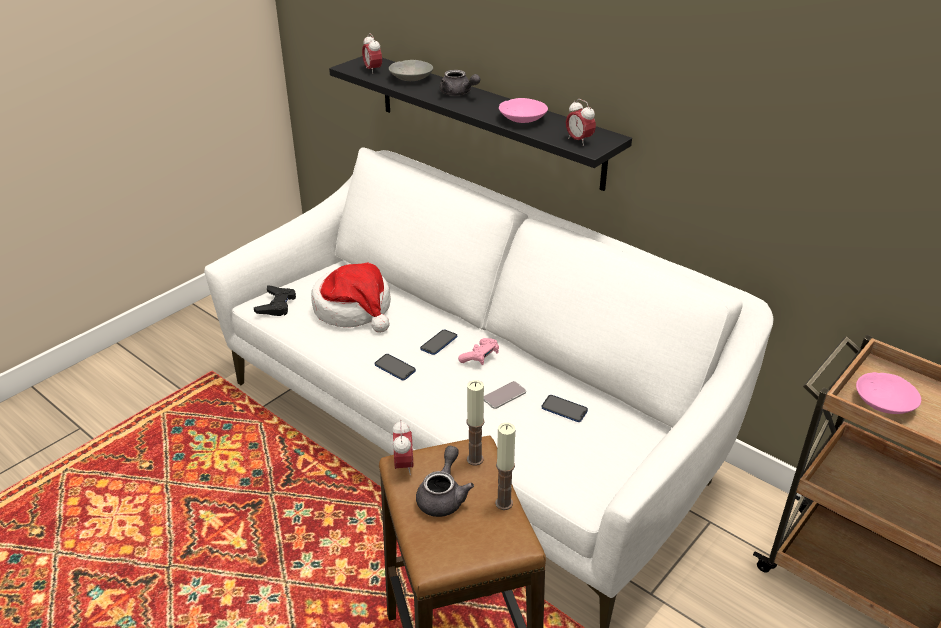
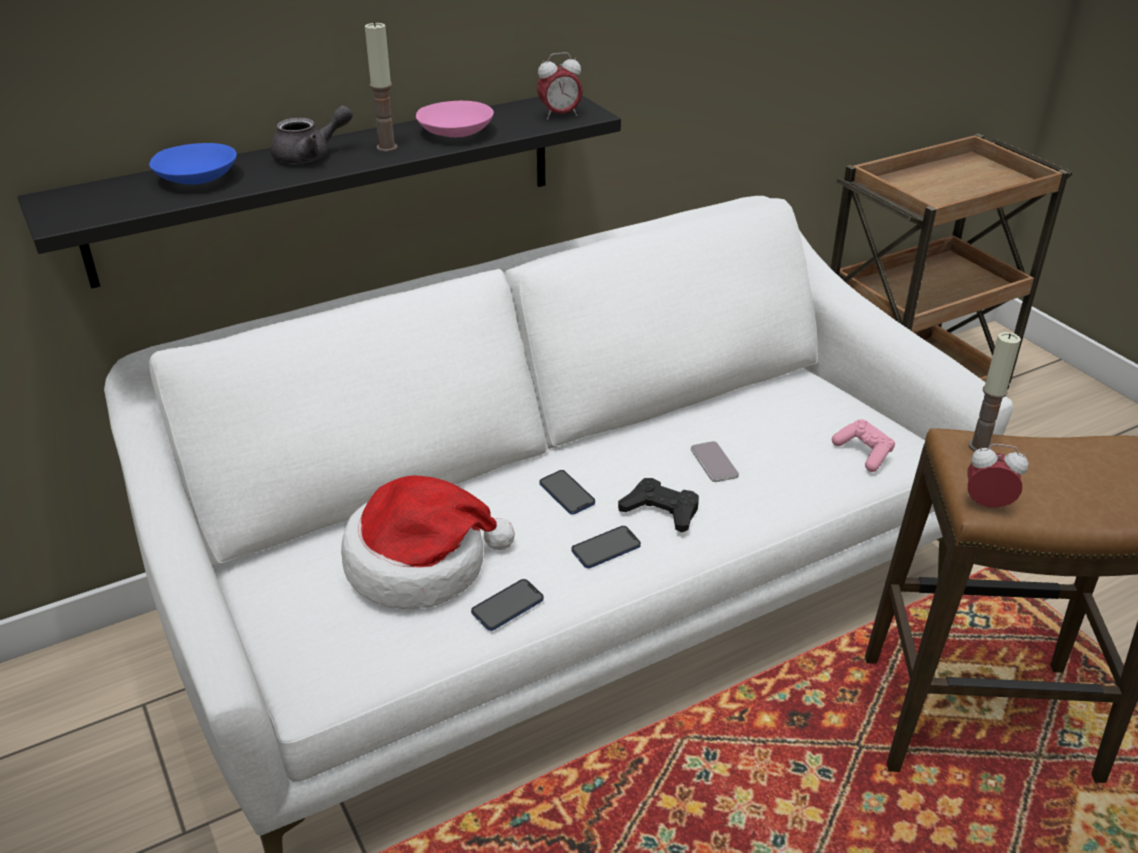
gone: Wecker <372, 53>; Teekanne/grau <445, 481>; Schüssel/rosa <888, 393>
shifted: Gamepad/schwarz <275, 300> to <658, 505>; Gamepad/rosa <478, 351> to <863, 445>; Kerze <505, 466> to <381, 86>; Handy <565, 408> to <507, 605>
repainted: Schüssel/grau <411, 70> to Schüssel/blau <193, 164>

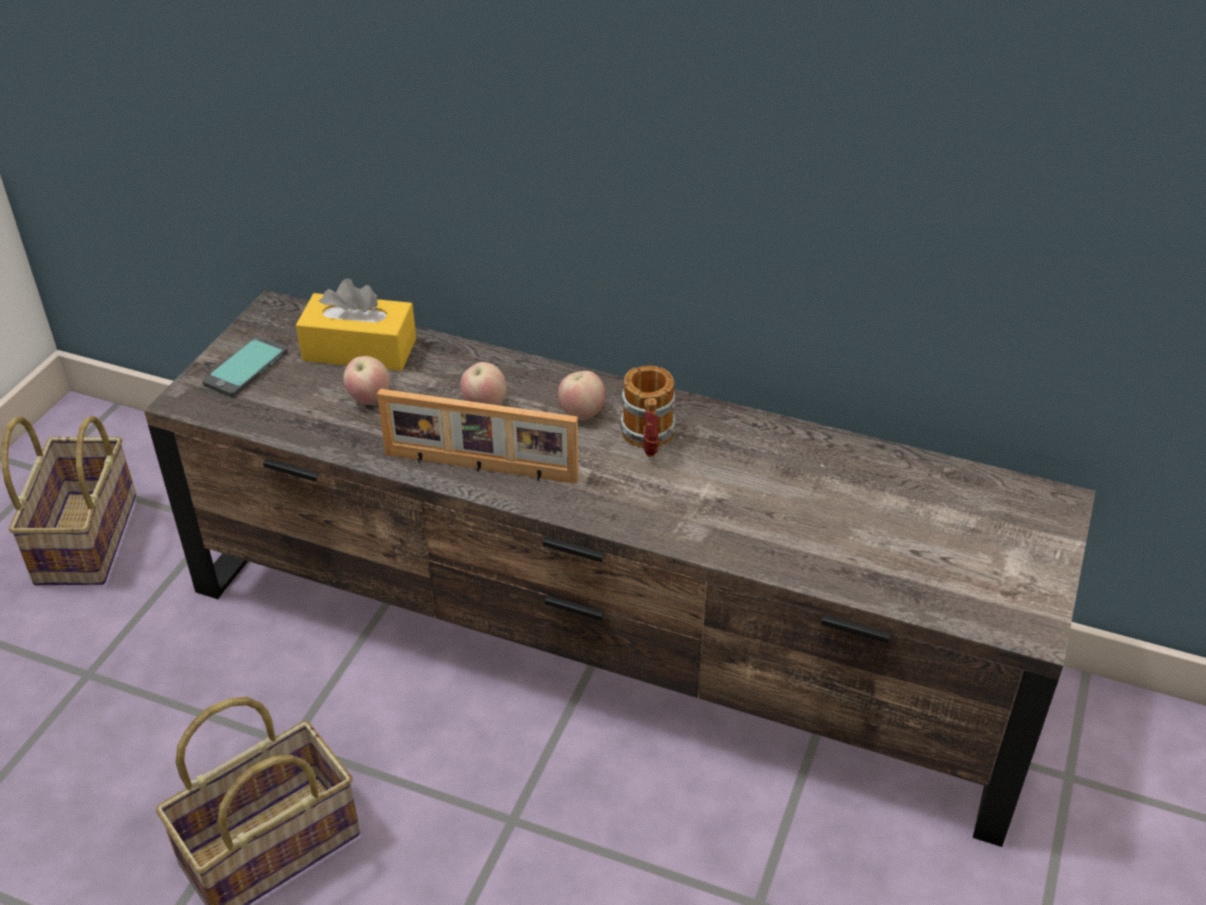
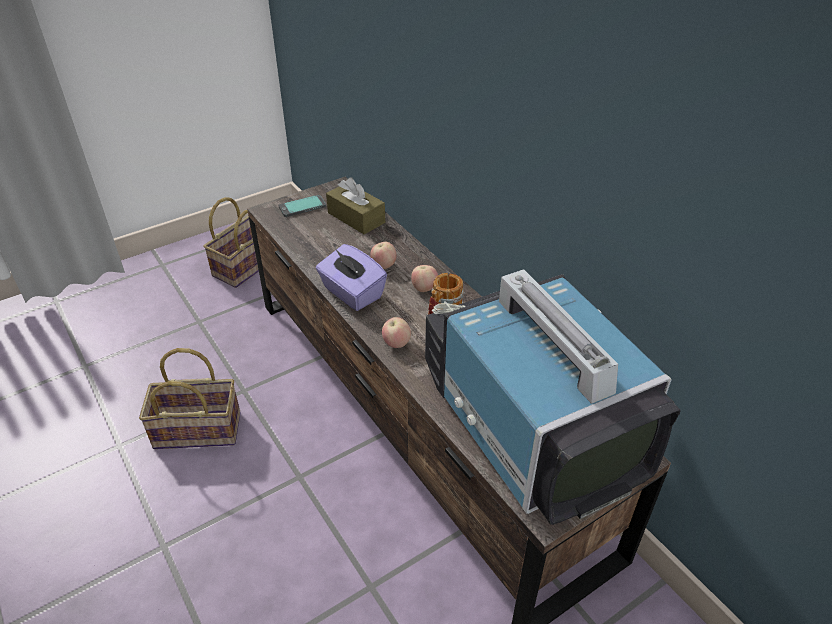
new: Fernseher <553, 397>
shifted: Apfel <366, 380> to <396, 332>
swapped: Bilderrahmen <478, 436> to Taschentuchbox/lila <351, 277>
repainted: Taschentuchbox/gelb <356, 325> to Taschentuchbox/braun <355, 205>

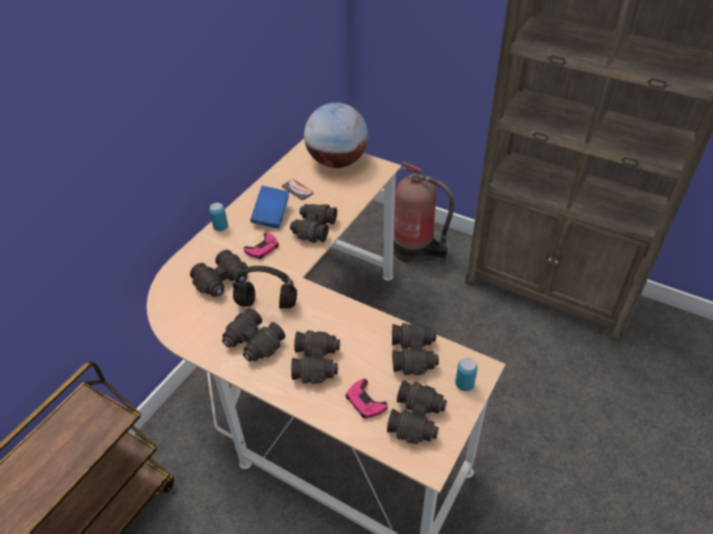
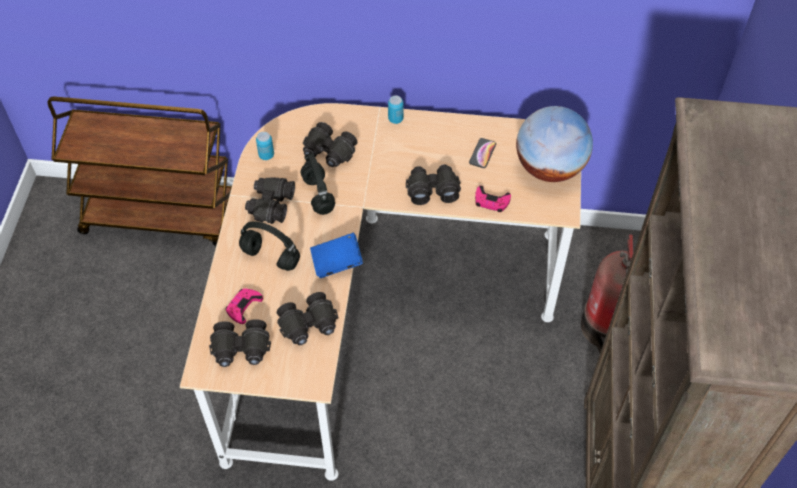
shifted: Gamepad/rosa <261, 245> to <493, 198>; Buch/blau <269, 207> to <336, 255>; Dose <466, 374> to <265, 146>
swapped: Fernglas/schwarz <316, 357> to Kopfhörer/schwarz <269, 246>

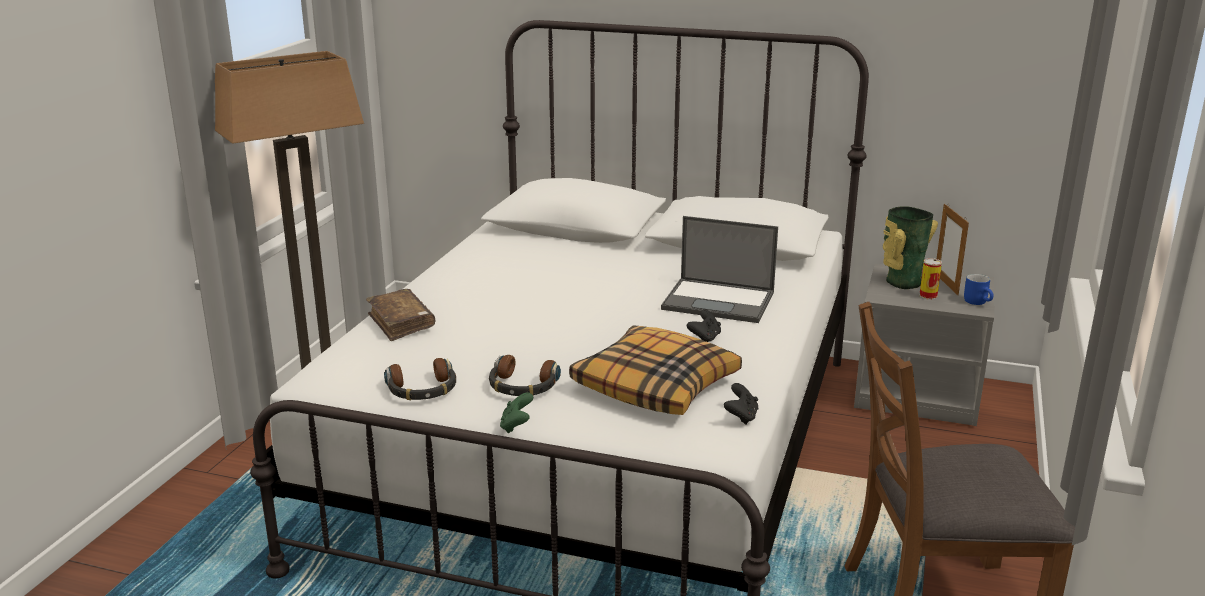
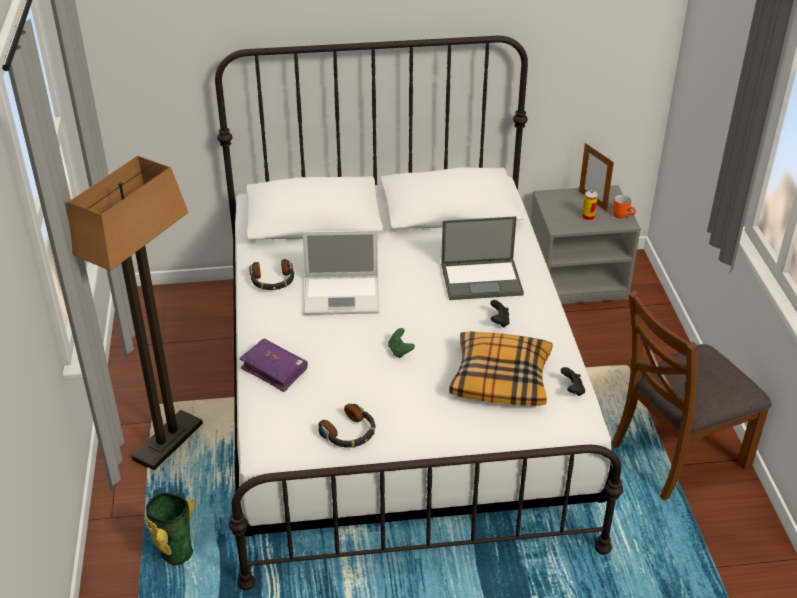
new: Laptop <340, 272>
shifted: Kopfhörer <525, 375> to <271, 274>; Gamepad/grün <516, 413> to <401, 343>; Vase <910, 247> to <170, 529>
repainted: Buch/braun <401, 315> to Buch/lila <273, 365>; Henkelbecher/blau <978, 289> to Henkelbecher/orange <624, 207>

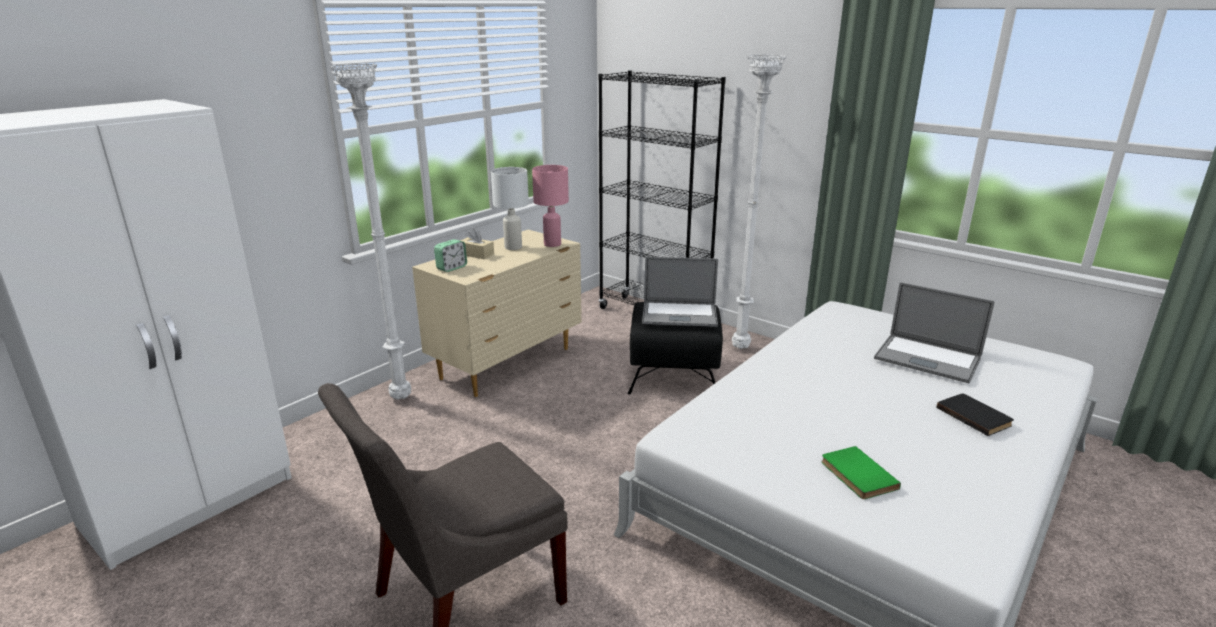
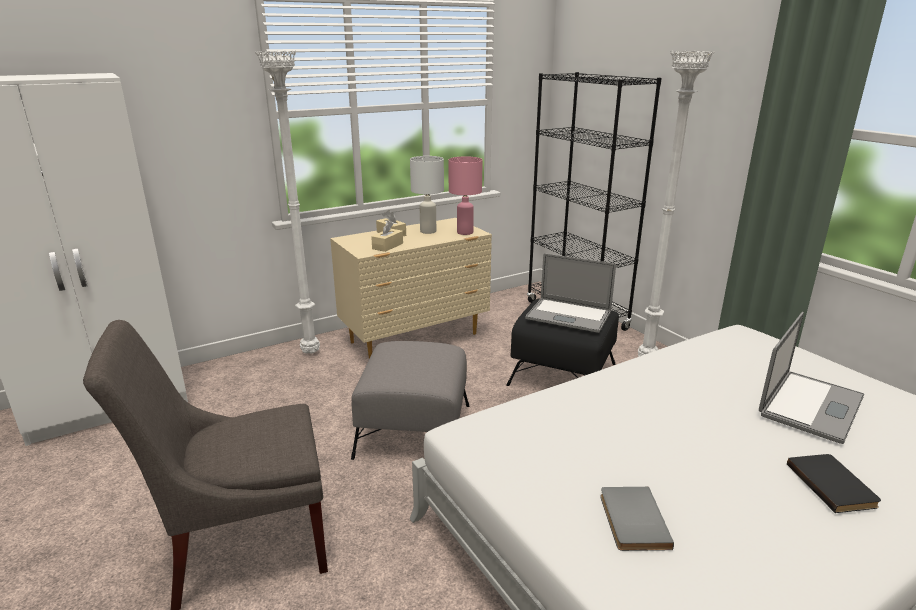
gone: Wecker <450, 255>
new: Polsterhocker/grau <410, 400>; Taschentuchbox/beige <387, 236>
repainted: Buch/grün <861, 472> to Buch/grau <637, 519>
rotated: Laptop <934, 332> = <811, 378> 105 degrees counterclockwise

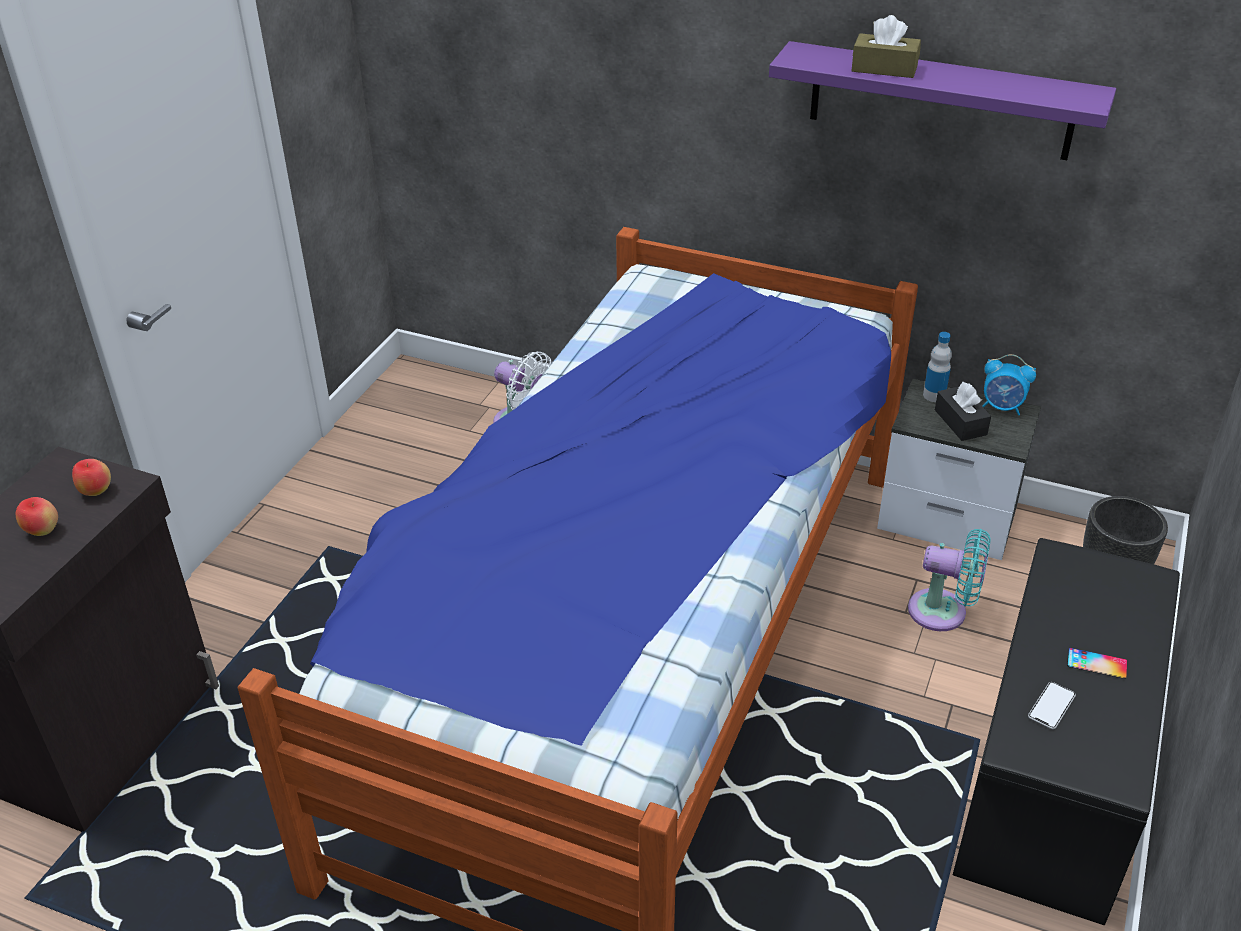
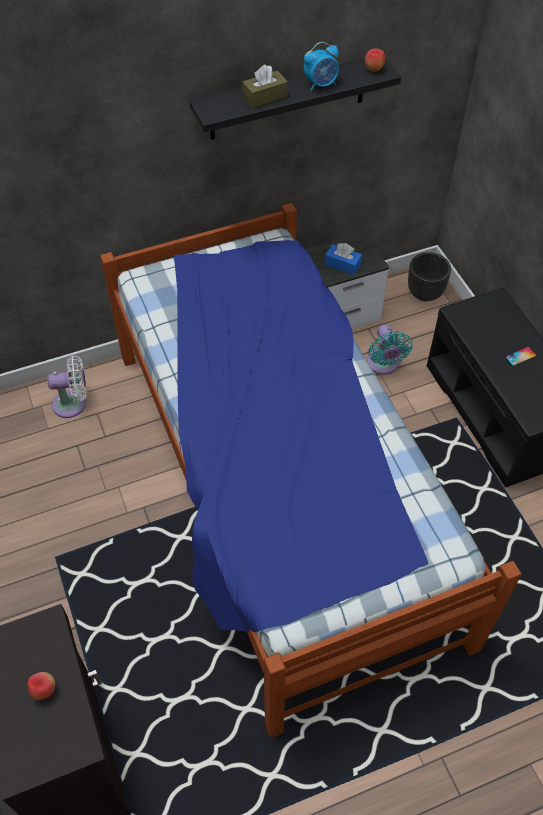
gone: Flasche <937, 367>; Handy <1052, 705>
shifted: Apfel <91, 477> to <375, 60>; Wecker <1009, 384> to <321, 66>
repainted: Wandregal/lila <942, 100> to Wandregal/schwarz <295, 99>; Taschentuchbox/schwarz <963, 411> to Taschentuchbox/blau <343, 259>
rotated: Ventilator/türkis <949, 580> = <390, 349> 105 degrees clockwise

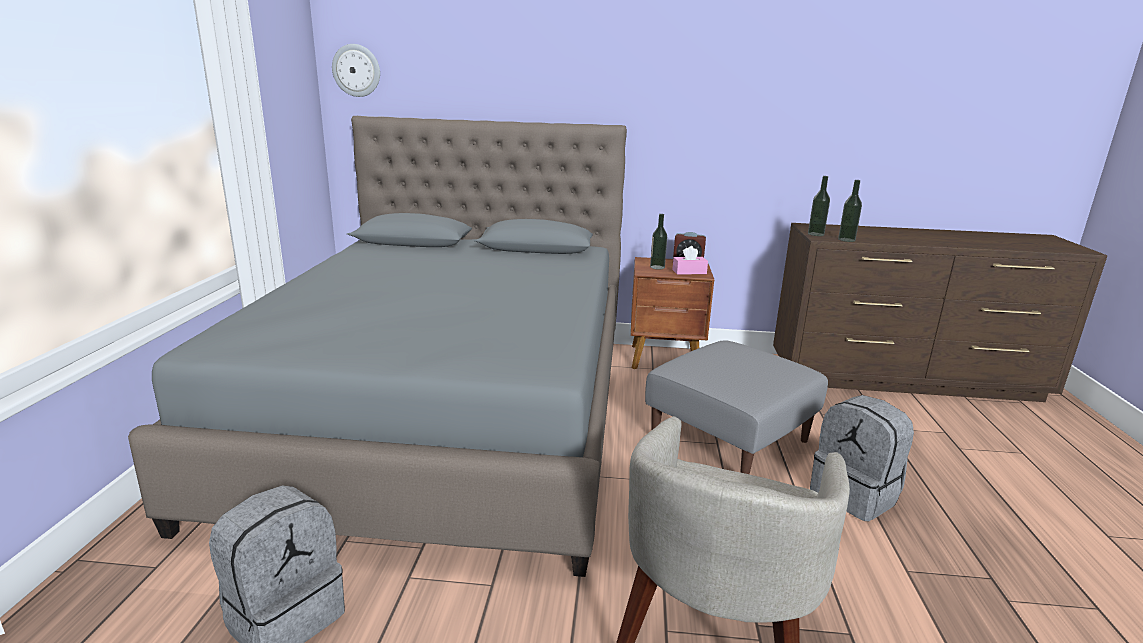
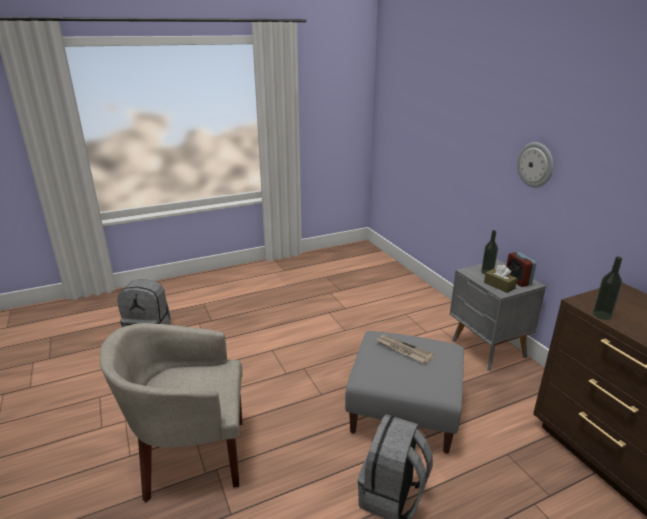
gone: Bett/grau <377, 346>; Flasche <819, 206>
new: Zeitung <405, 349>
shifted: Wanduhr <356, 70> to <535, 165>
repainted: Nachttisch/braun <672, 313> to Nachttisch/grau <498, 315>; Taschentuchbox/rosa <690, 260> to Taschentuchbox/braun <500, 279>

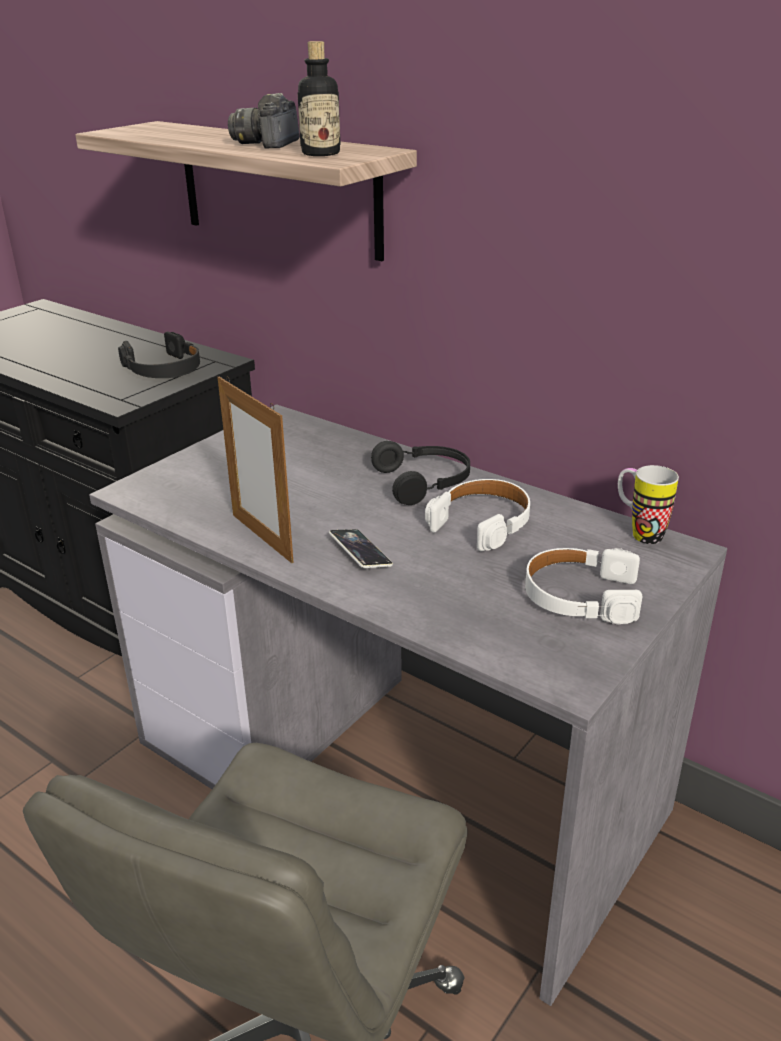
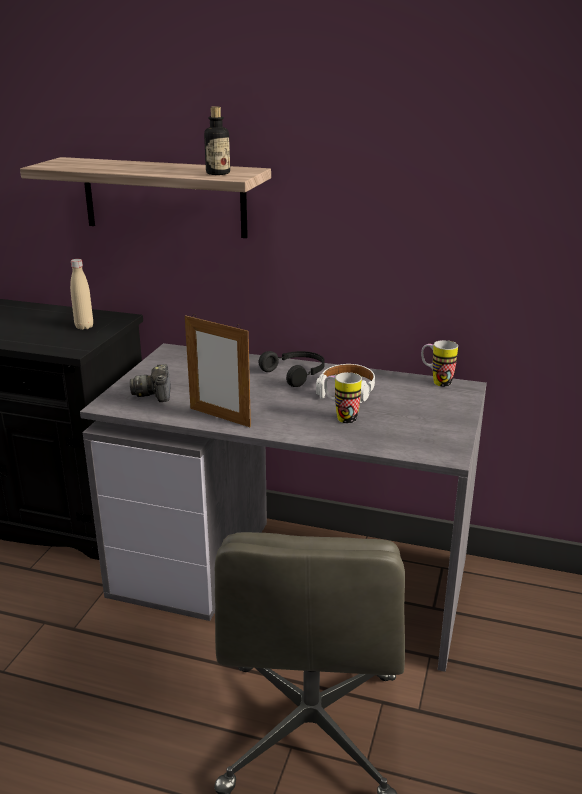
gone: Handy <361, 548>; Kopfhörer/weiß <583, 586>
new: Henkelbecher <343, 397>
shifted: Kamera <263, 121> to <150, 383>
swapped: Kopfhörer/schwarz <159, 355> to Flasche/beige <81, 294>

